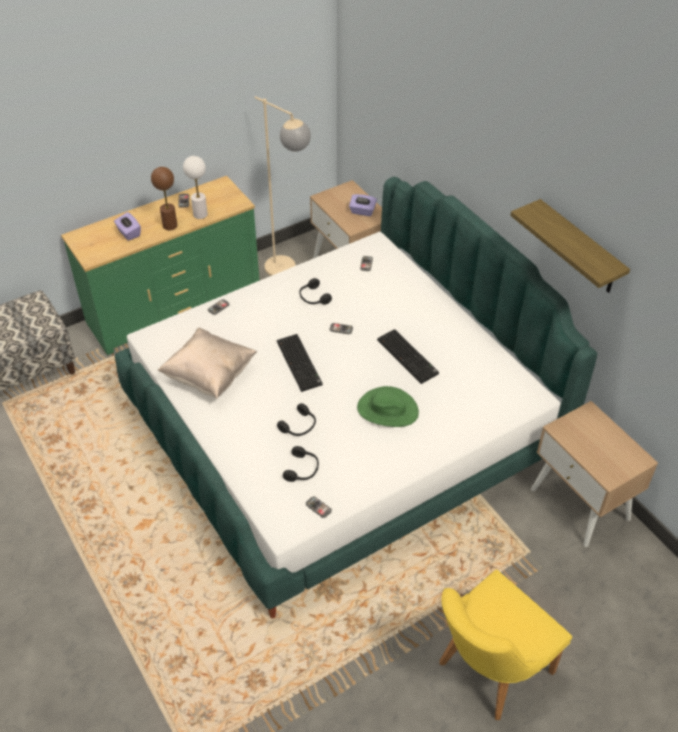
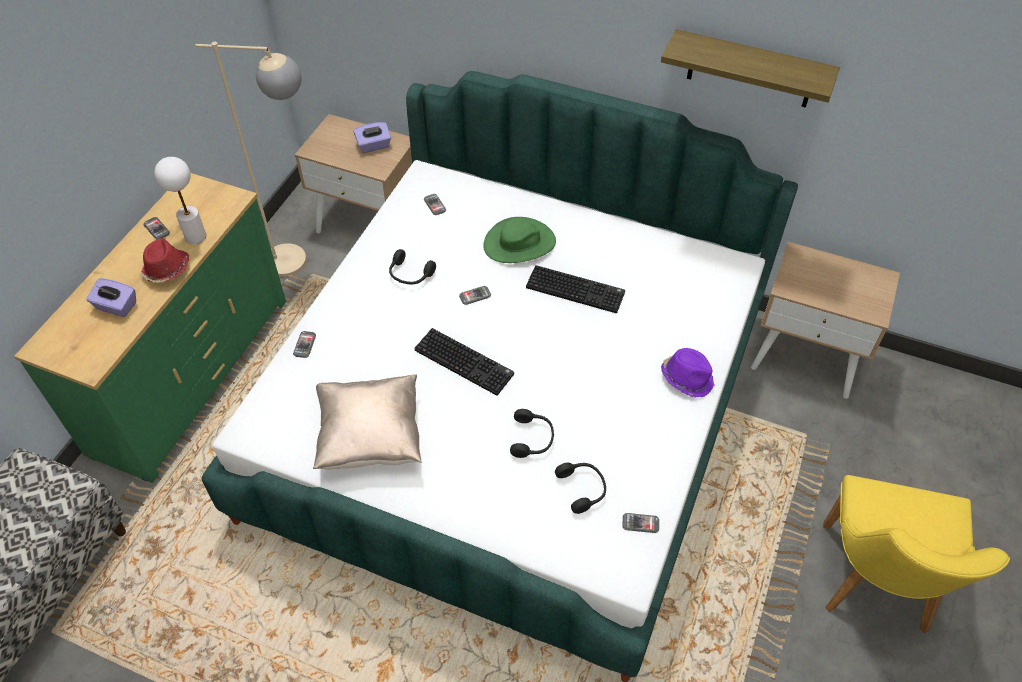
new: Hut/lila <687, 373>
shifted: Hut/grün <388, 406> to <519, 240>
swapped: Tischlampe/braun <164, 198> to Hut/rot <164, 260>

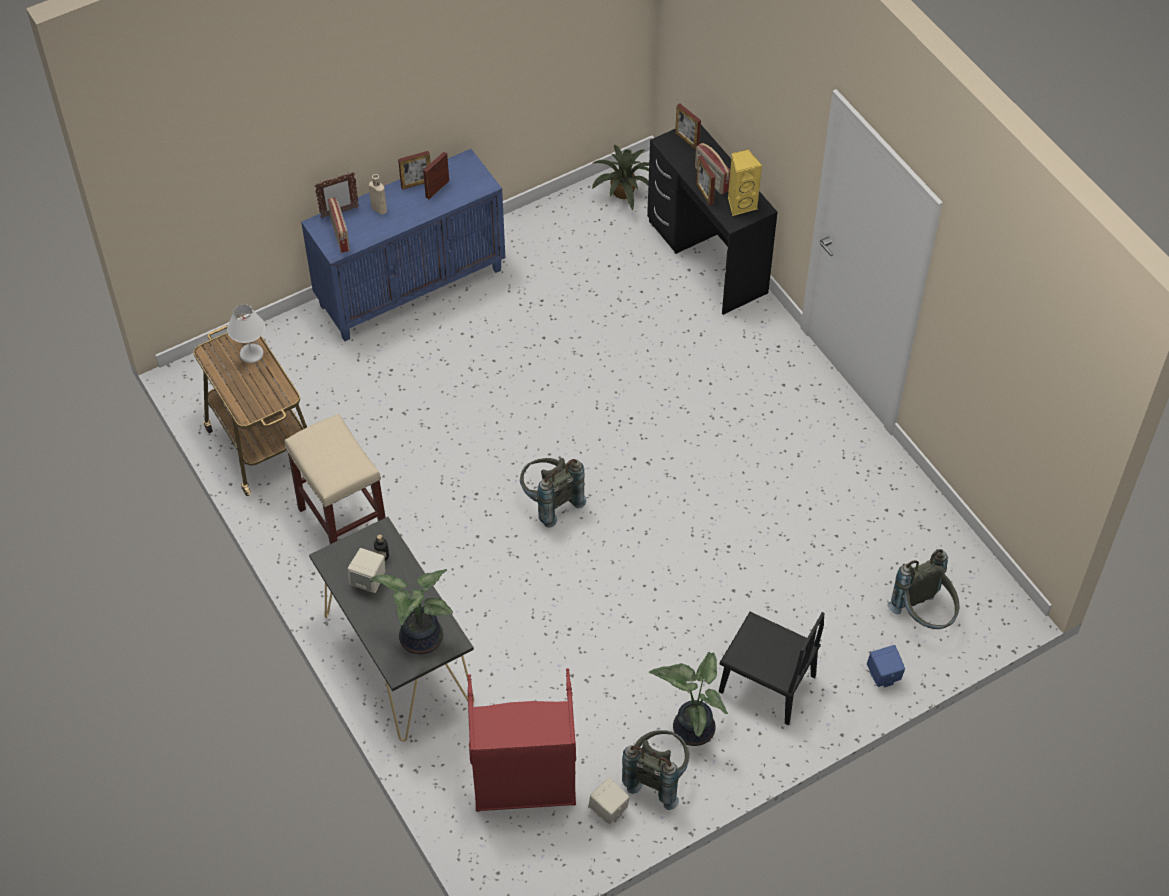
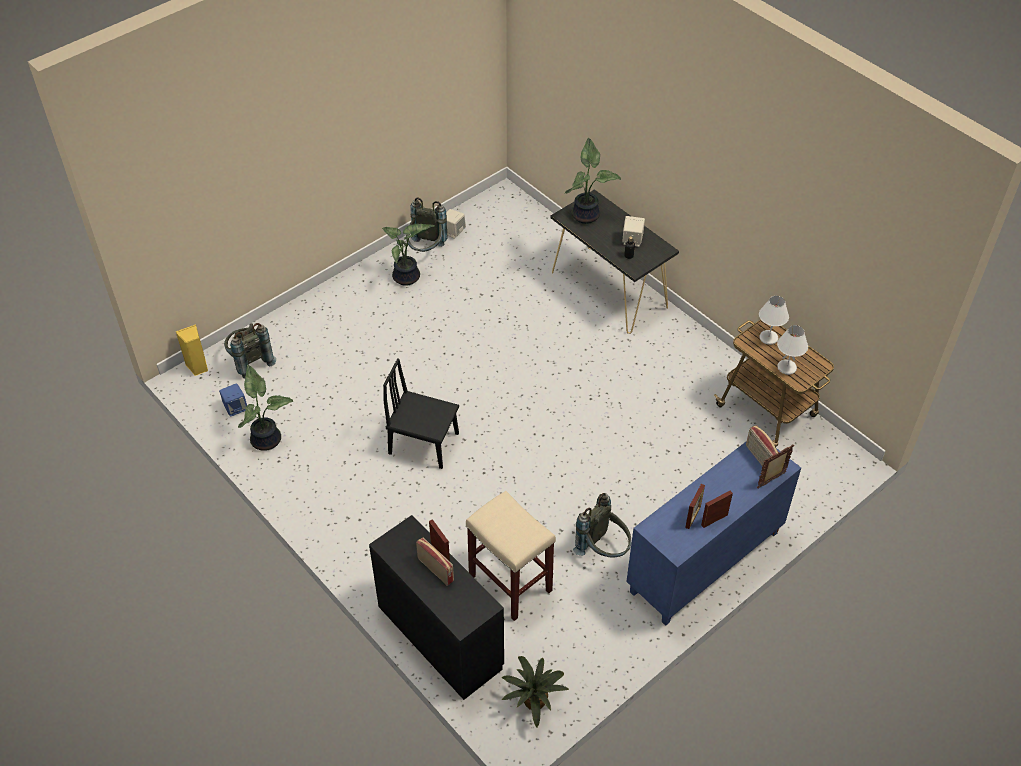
gone: Flasche/beige <378, 194>; Wäschekorb/rot <521, 740>; Bilderrahmen <688, 127>
new: Topfpflanze <265, 408>; Tischlampe/weiß <774, 320>
shifted: Hocker/beige <335, 479> to <511, 556>; Rucksack/grau <553, 493> to <602, 525>; Stuhl/schwarz <772, 668> to <421, 413>; Lautsprecher/gelb <745, 182> to <192, 350>; Lautsprecher/blau <886, 666> to <233, 400>

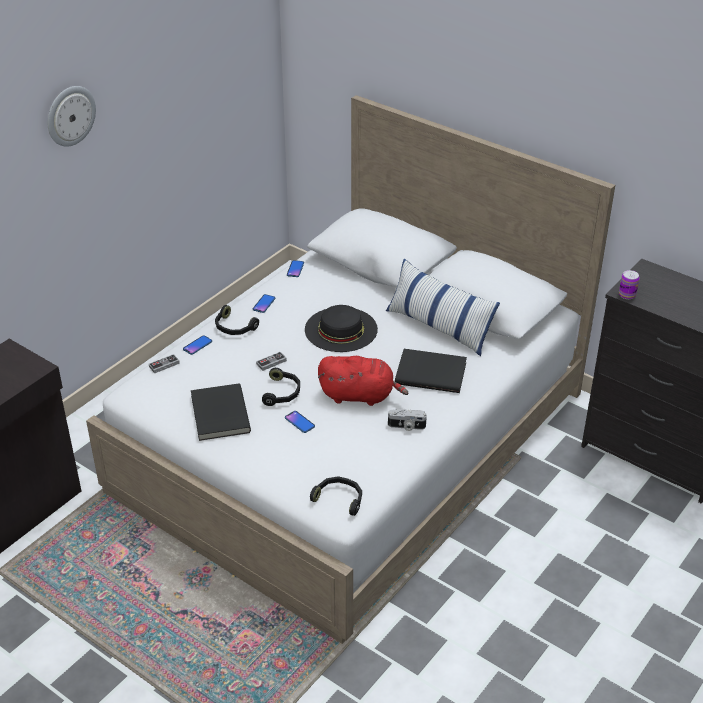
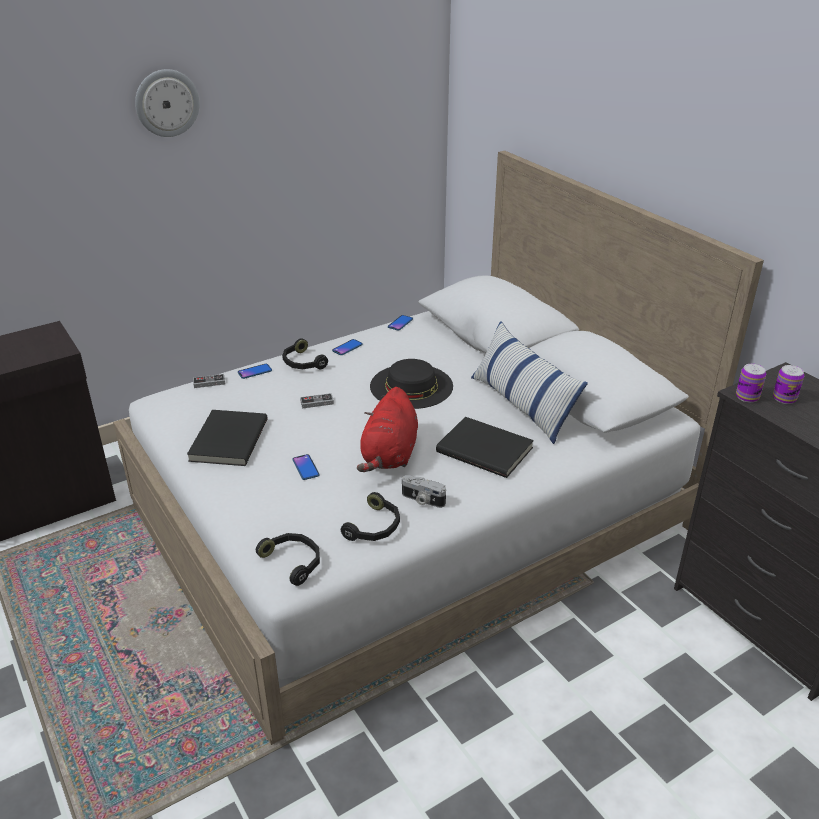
new: Dose <788, 384>
shifted: Kopfhörer/schwarz <281, 387> to <370, 516>
rotated: Plüschtier/rot <363, 381> = <387, 429> 75 degrees clockwise

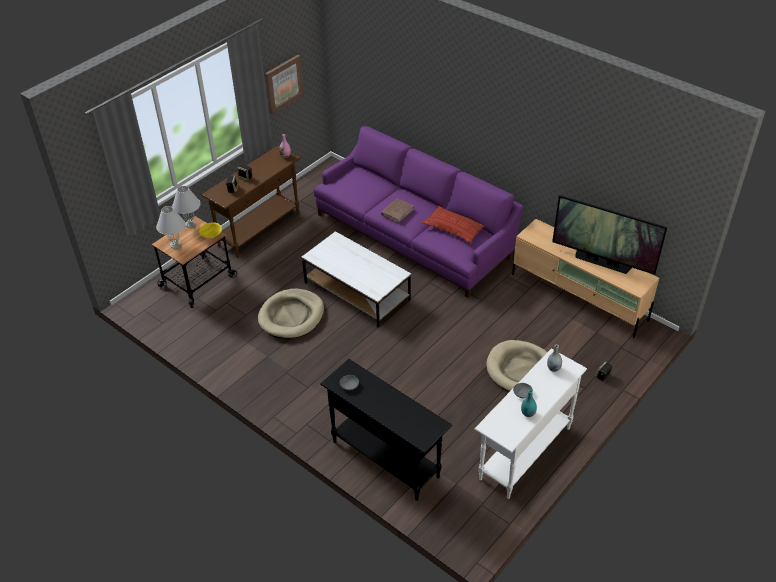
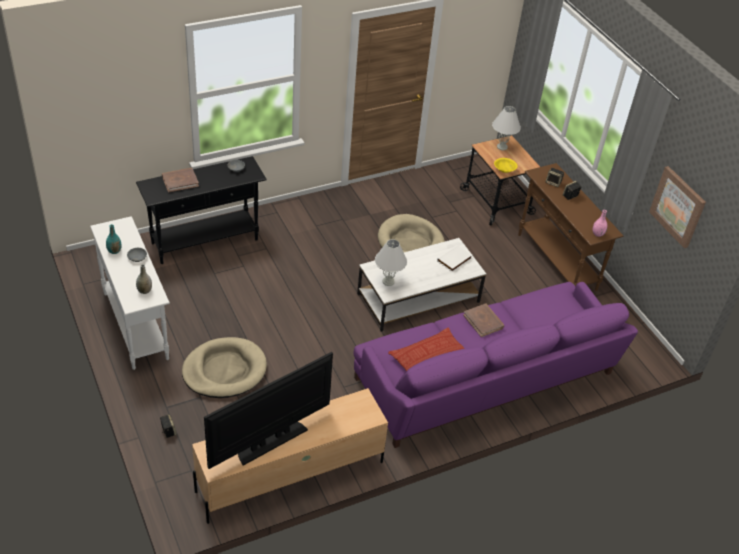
new: Buch/braun <180, 180>; Buch/weiß <454, 258>
shifted: Tischlampe/weiß <186, 207> to <391, 262>

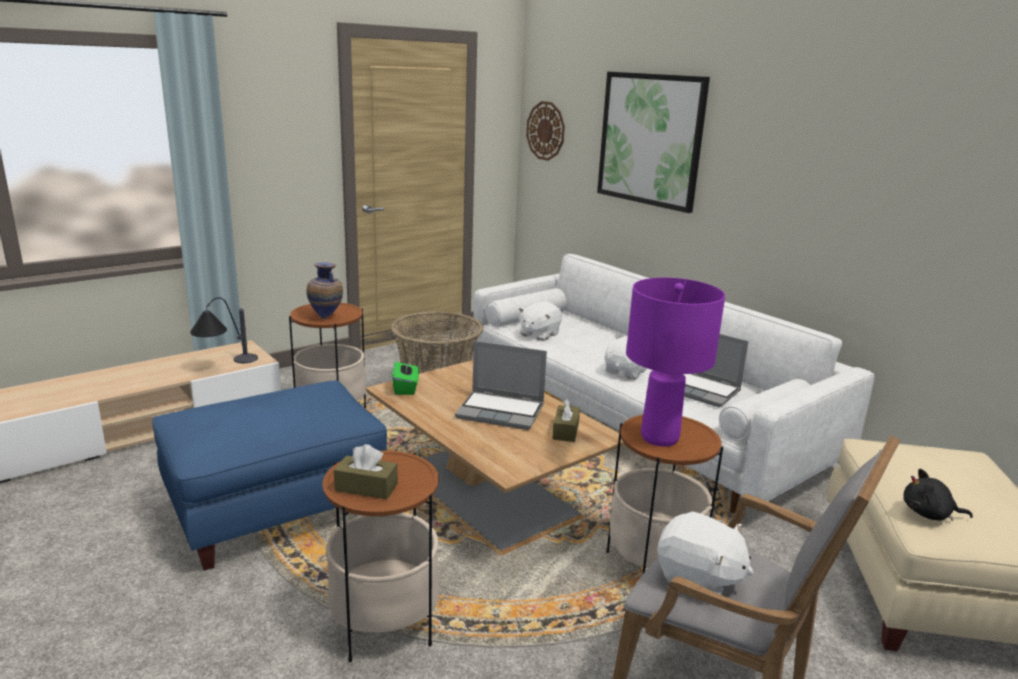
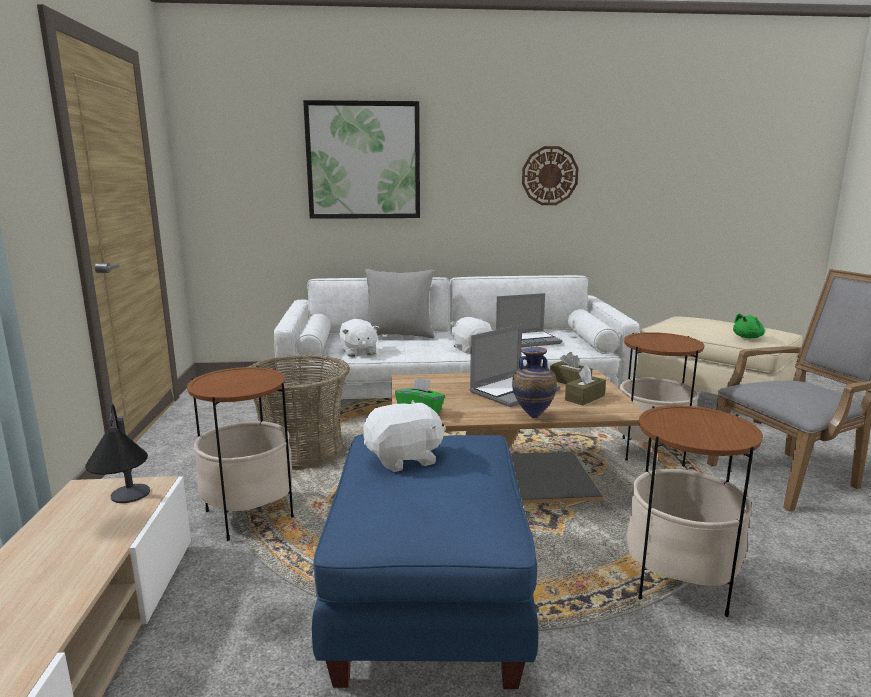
gone: Tischlampe/lila <675, 362>
new: Kissen/grau <400, 303>
shifted: Vase <324, 290> to <534, 382>; Taschentuchbox/braun <366, 471> to <585, 385>; Wanduhr <545, 131> to <550, 175>; Plüschtier/weiß <705, 553> to <404, 436>
repainted: Plüschtier/schwarz <938, 495> to Plüschtier/grün <749, 325>

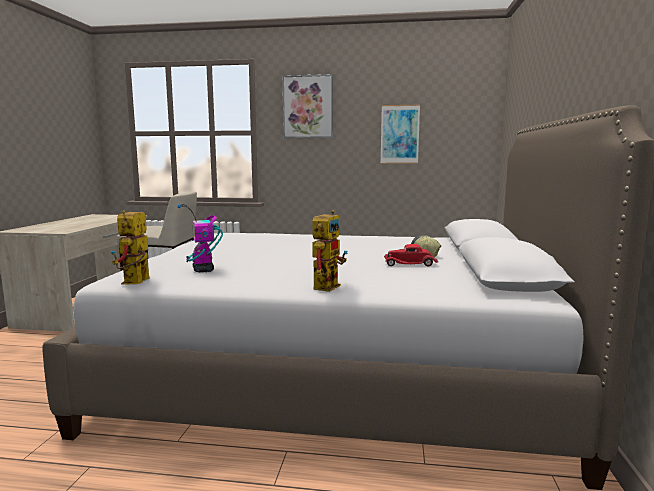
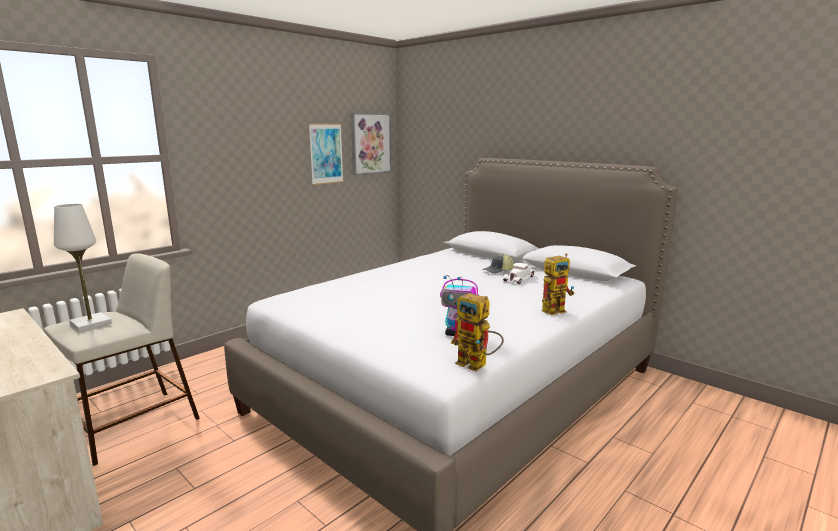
new: Tischlampe/weiß <83, 268>
shifted: Bild <308, 106> to <371, 144>
repainted: Spielzeugauto/rot <411, 255> to Spielzeugauto/weiß <519, 273>
rotated: Spielzeugroboter <329, 251> = <558, 284> 90 degrees clockwise

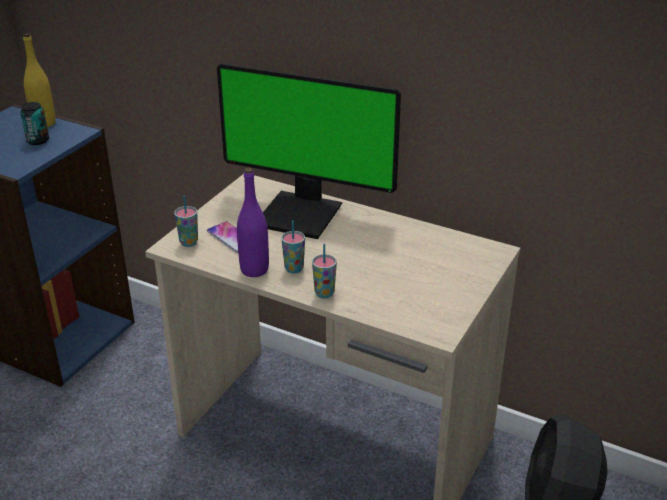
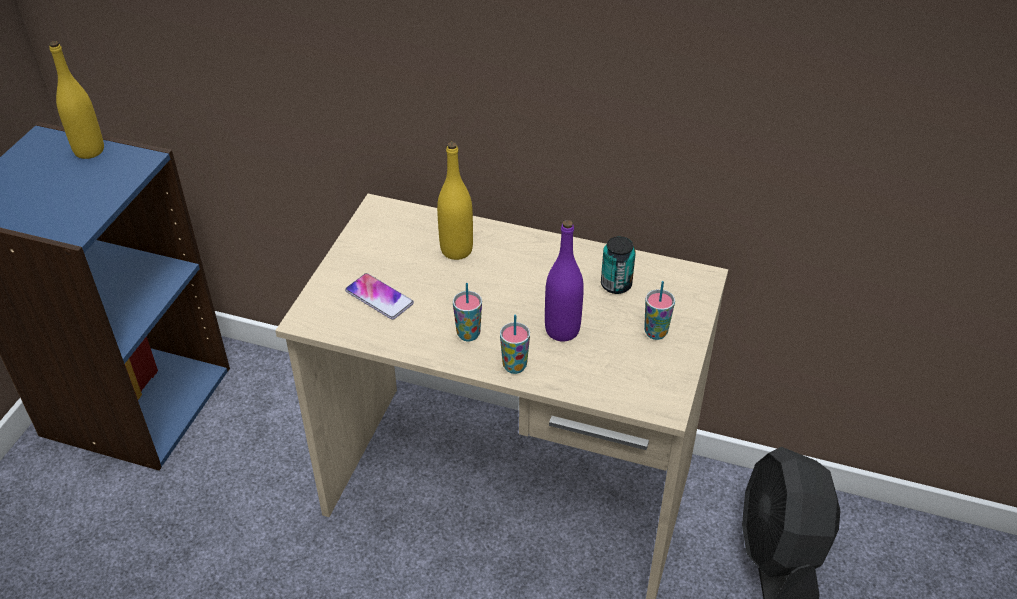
shifted: Dose <34, 123> to <618, 265>; Tasse <186, 221> to <659, 310>; Flasche/lila <253, 222> to <564, 281>
swapped: Monitor <309, 151> to Flasche/gelb <455, 201>

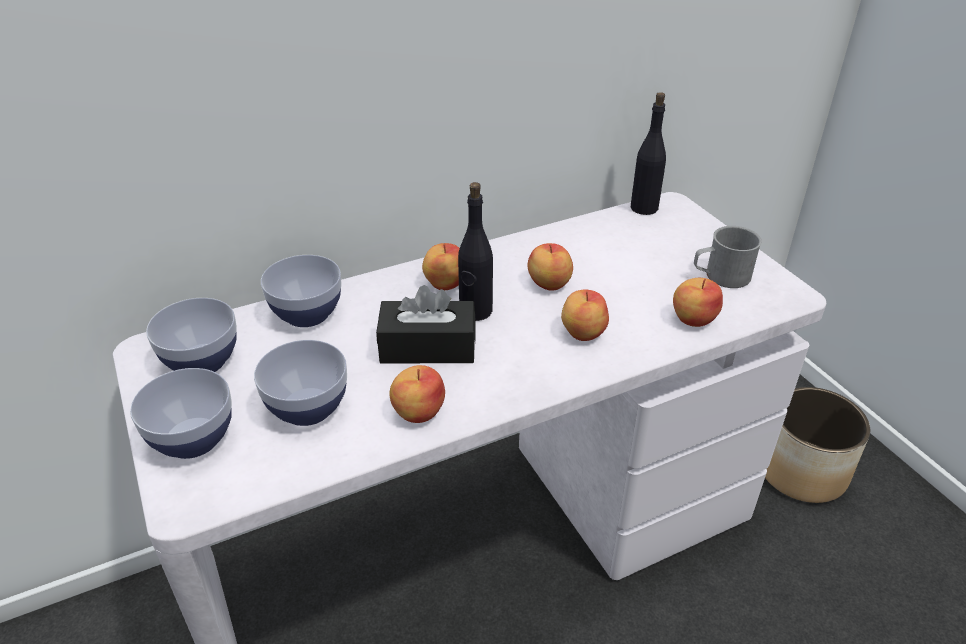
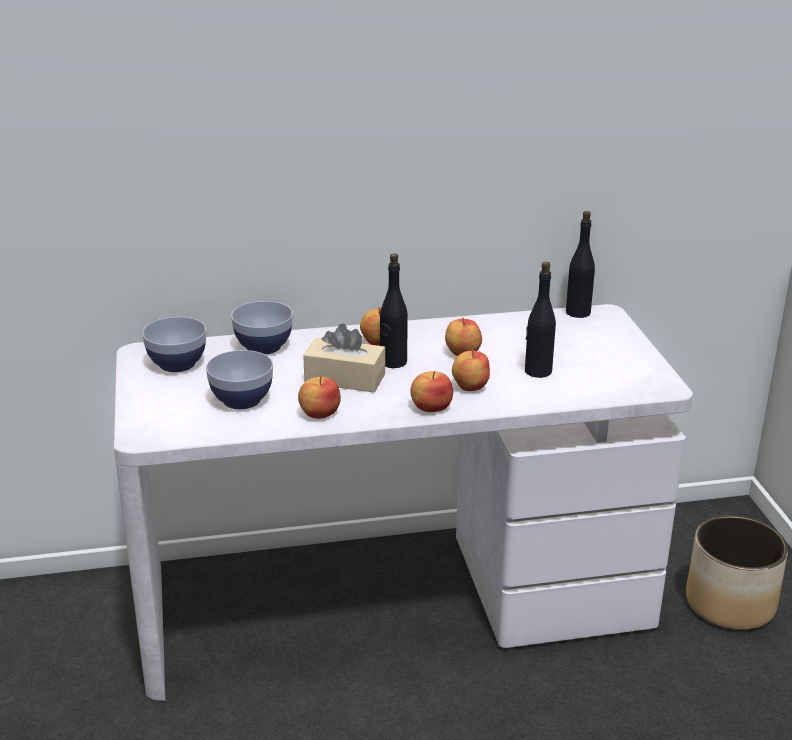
gone: Schüssel <181, 413>; Henkelbecher/grau <728, 257>
new: Flasche/schwarz <540, 320>
shifted: Apfel <698, 302> to <431, 391>
repainted: Taschentuchbox/schwarz <426, 324> to Taschentuchbox/beige <344, 358>

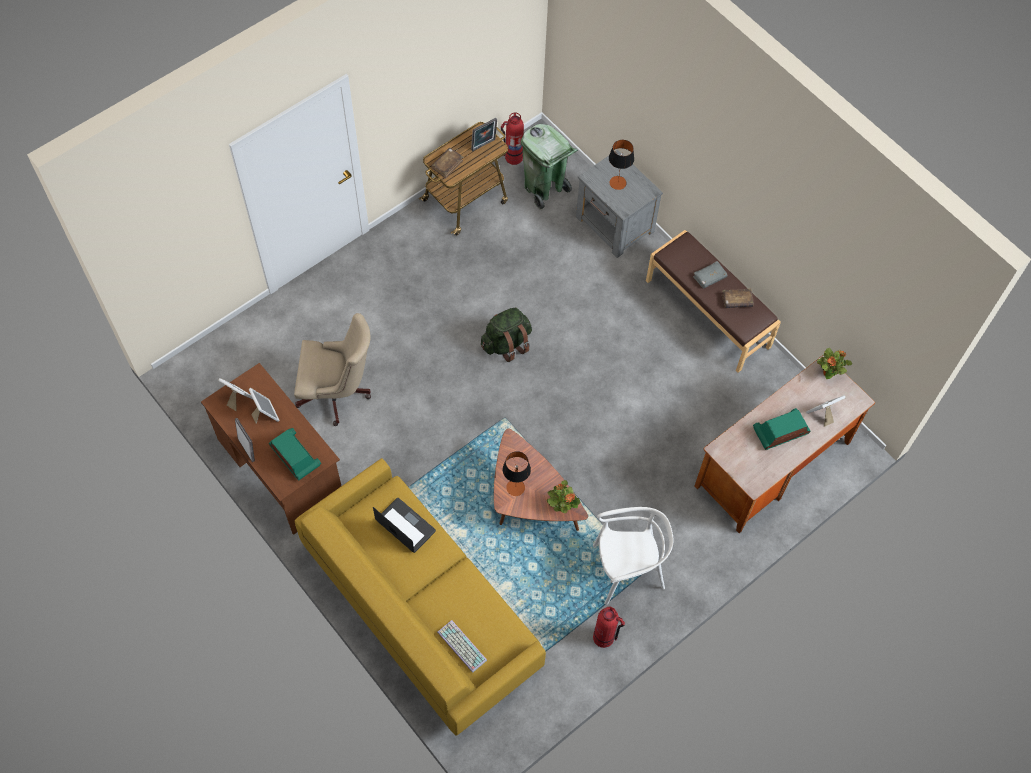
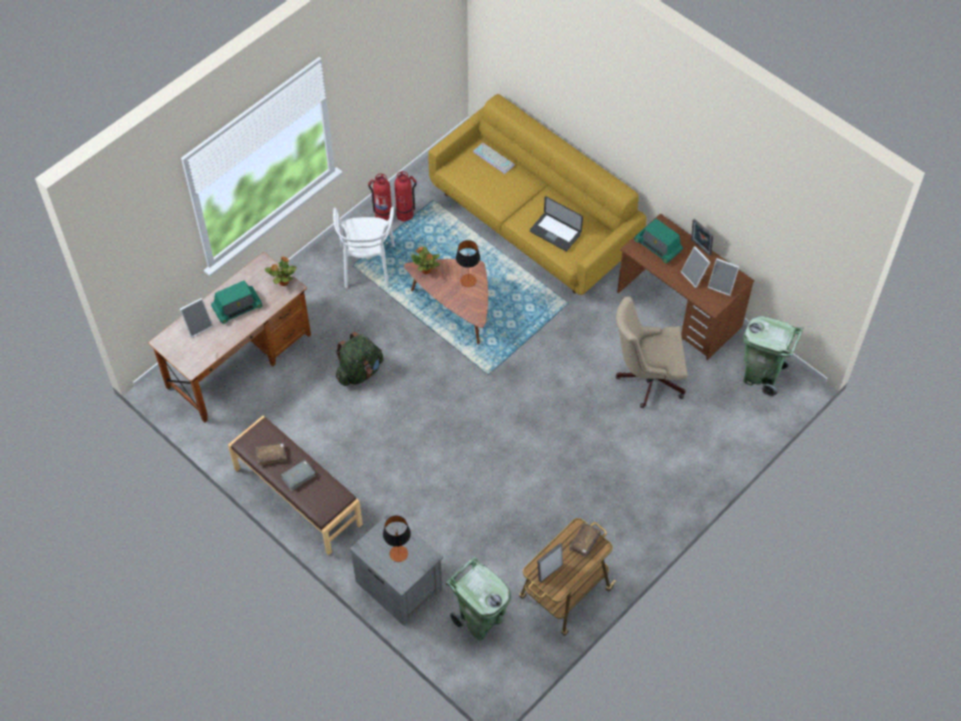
new: Mülleimer/grün <773, 356>
shifted: Rucksack/grün <506, 335> to <359, 359>; Feuerlöscher <512, 139> to <405, 196>; Topfpflanze <834, 363> to <281, 271>
rotated: Stuhl/weiß <633, 556> = <364, 247> 75 degrees counterclockwise

